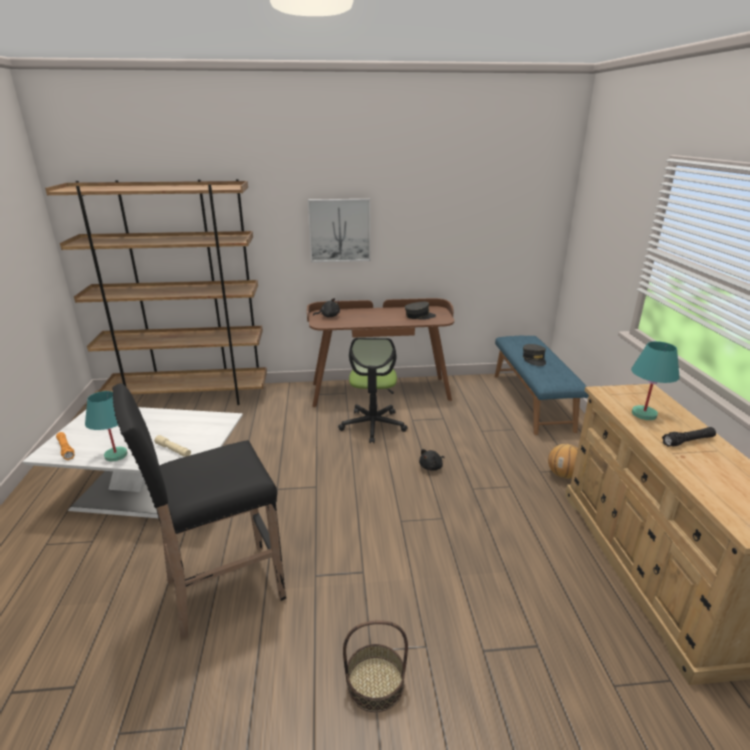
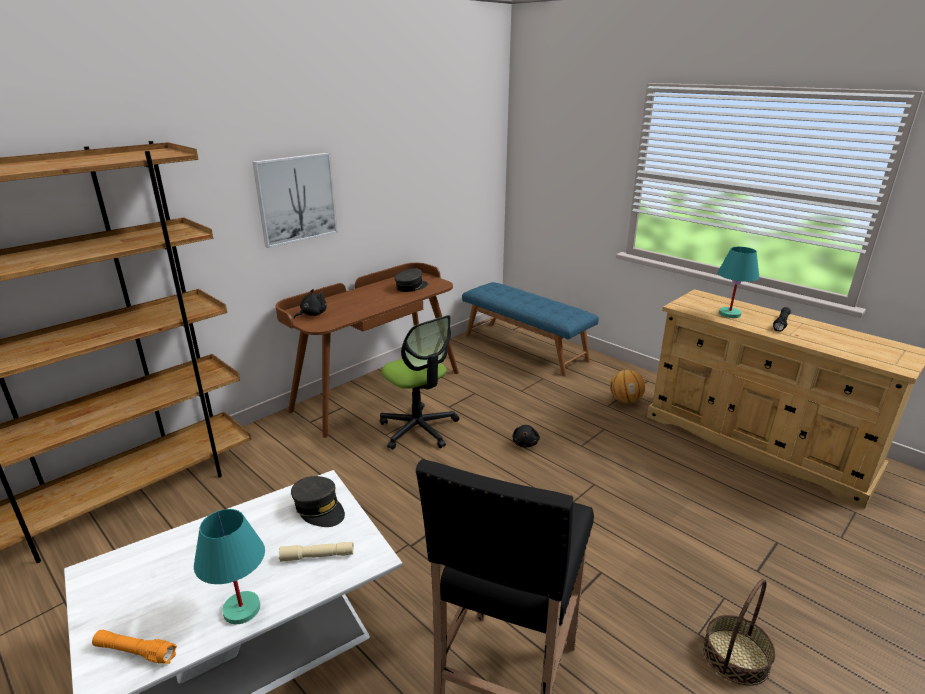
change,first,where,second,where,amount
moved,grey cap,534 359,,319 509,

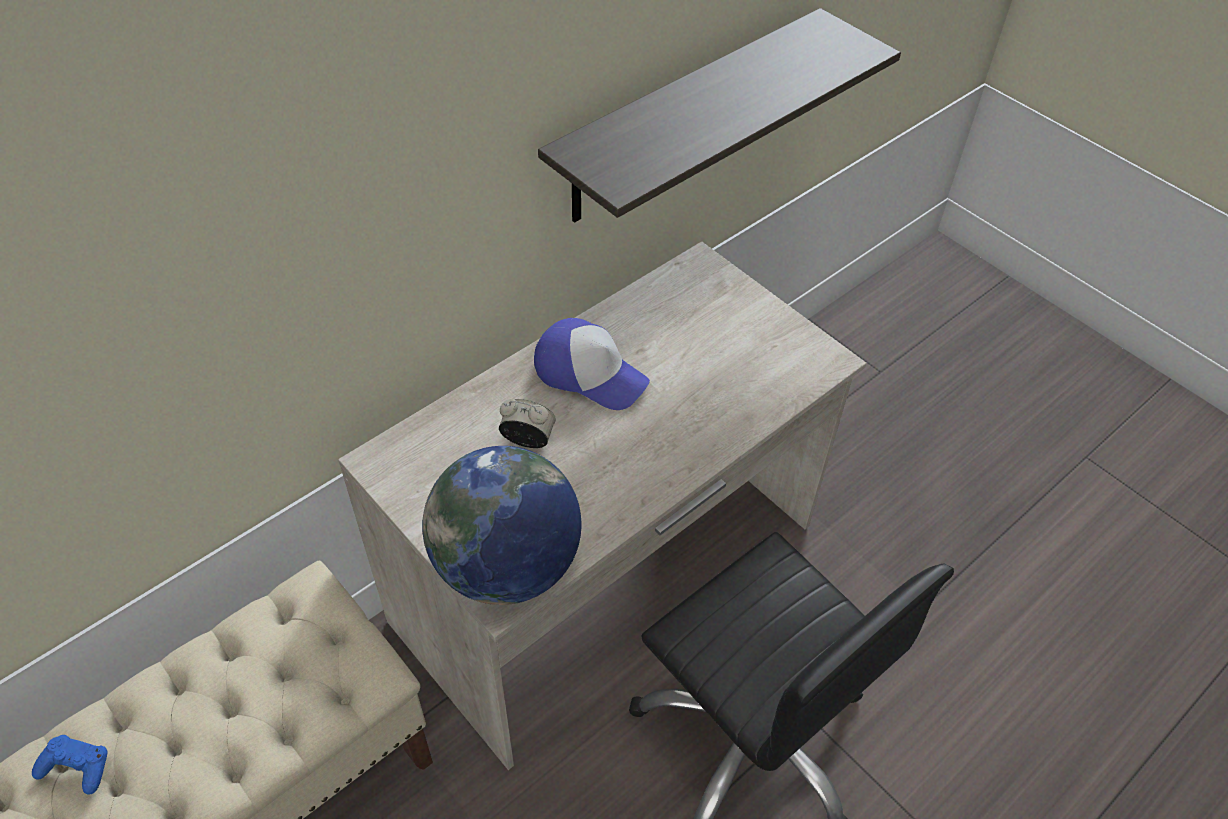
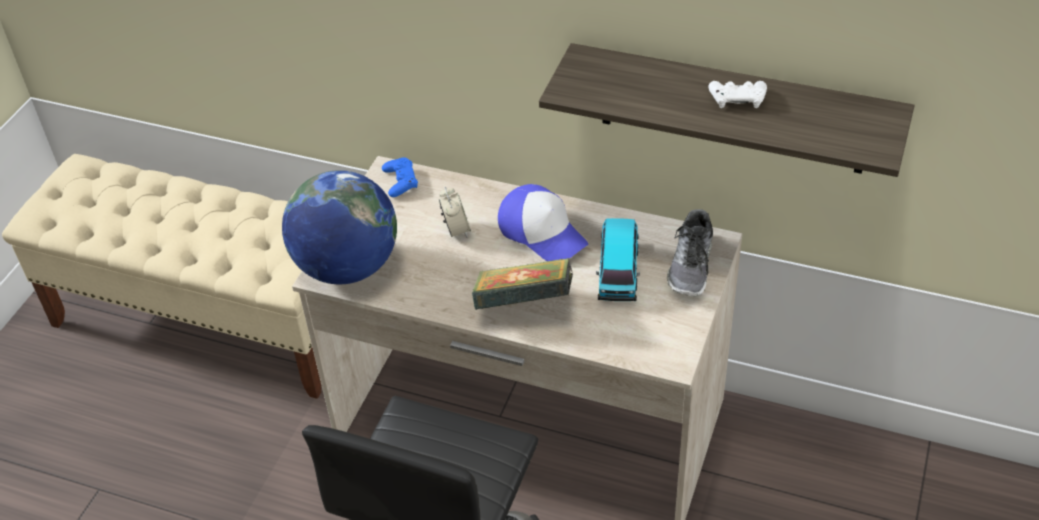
change,first,where,second,where,amount
moved,blue game controller,76 767,,400 181,
added,,,book,524 305,
turned,cap,590 373,,542 232,45 degrees counterclockwise
added,,,toy car,618 272,
added,,,shoe,691 267,
added,,,white game controller,737 98,

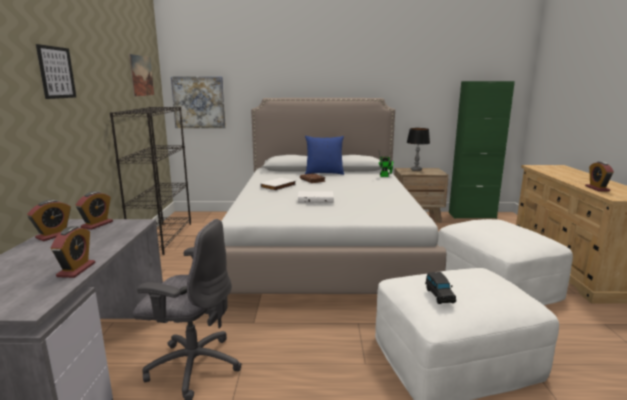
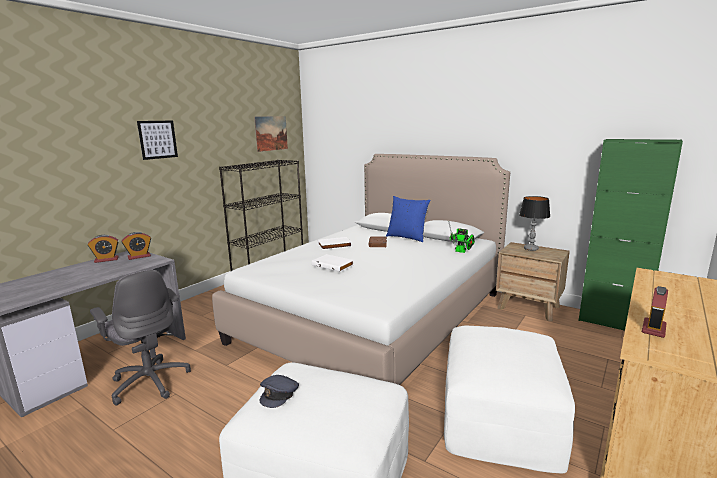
change,first,where,second,where,amount
replaced,black toy car,439 295,grey cap,279 394,
removed,alarm clock,76 270,,,
removed,picture,199 102,,,

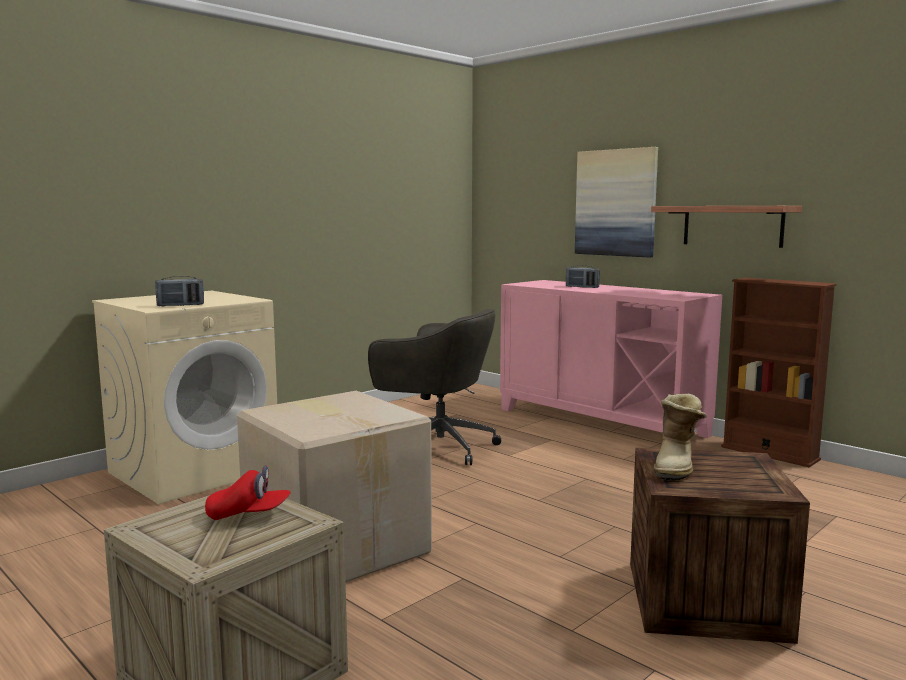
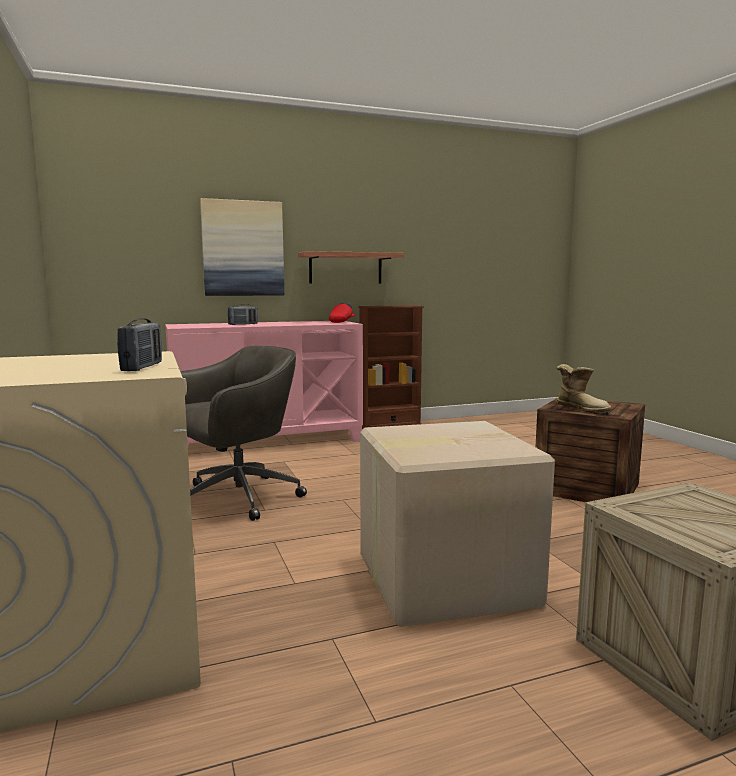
change,first,where,second,where,amount
moved,red cap,248 515,,342 322,

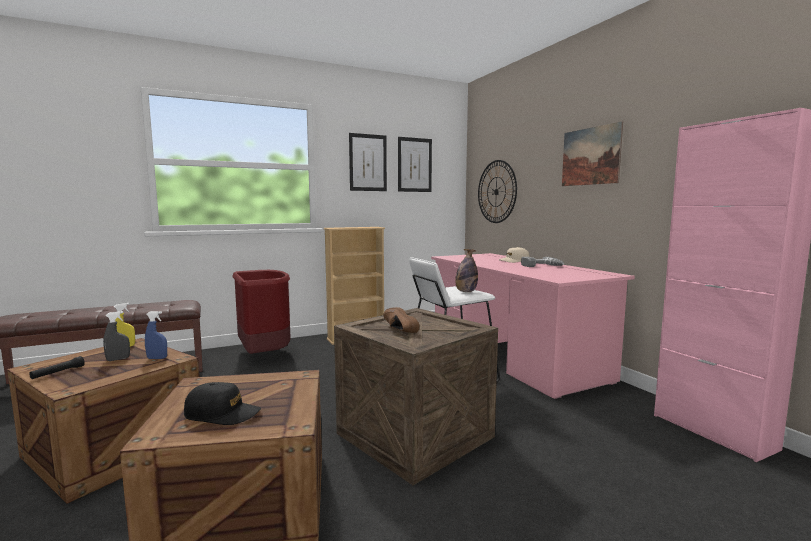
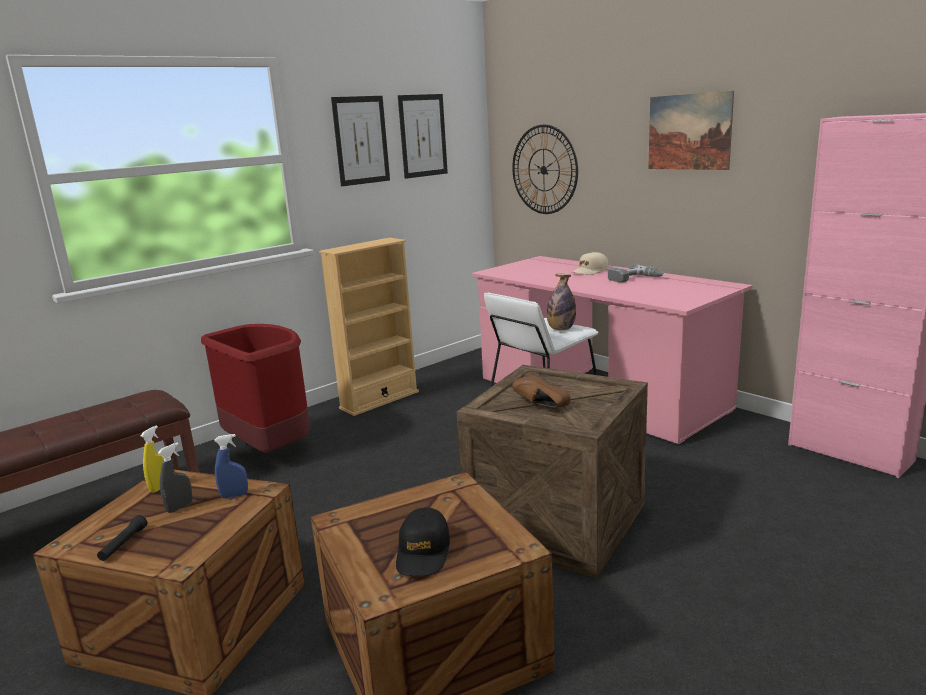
change,first,where,second,where,amount
turned,black cap,222 414,,423 552,105 degrees clockwise

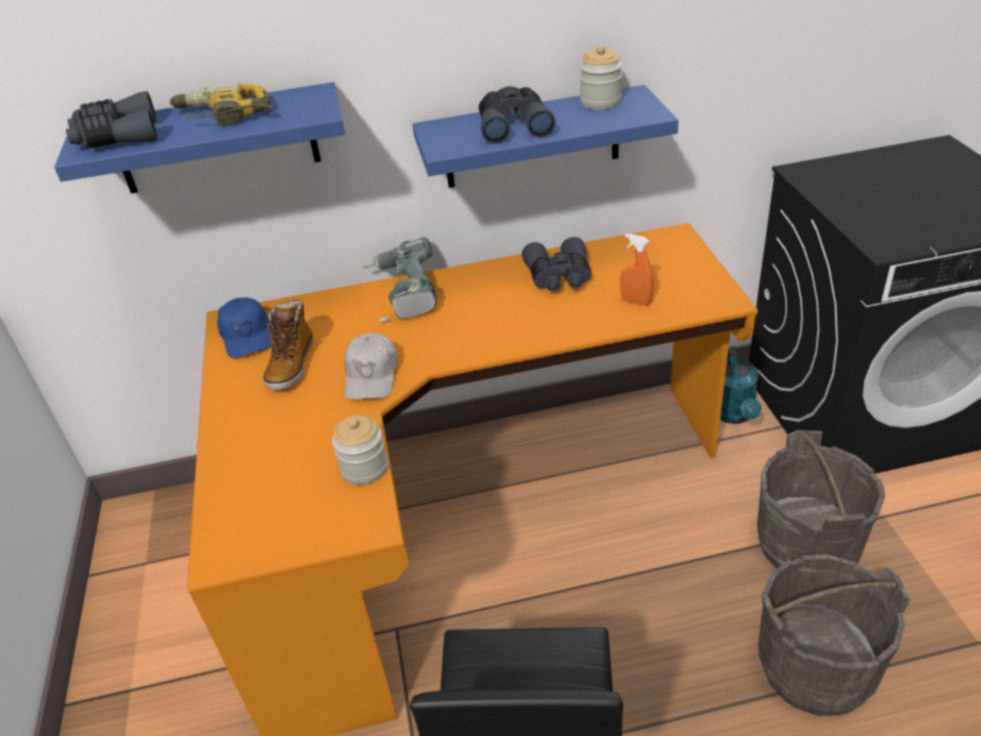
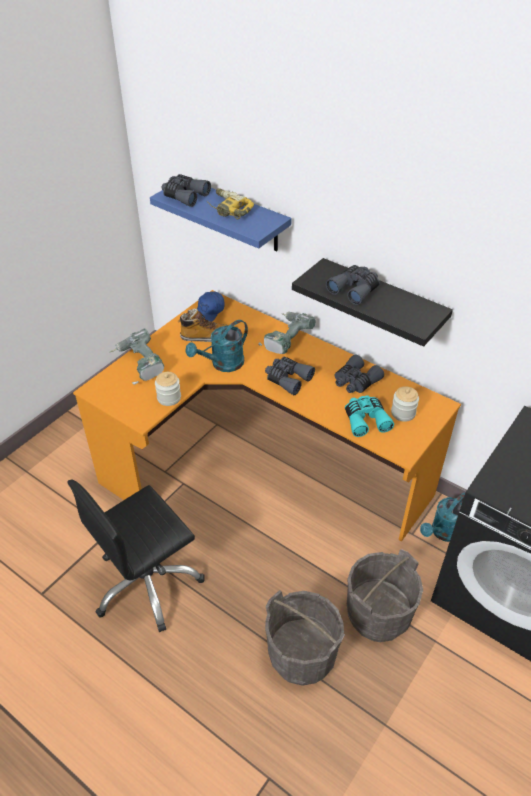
change,first,where,second,where,amount
added,,,power drill,139 365,
turned,boot,291 365,,205 337,150 degrees counterclockwise
replaced,white cap,372 375,turquoise watering can,222 364,
added,,,grey binoculars,287 379,
recoloured,blue shelf,532 138,black shelf,382 301,
replaced,orange spray bottle,636 302,turquoise binoculars,365 419,
moved,jar,600 102,,403 413,

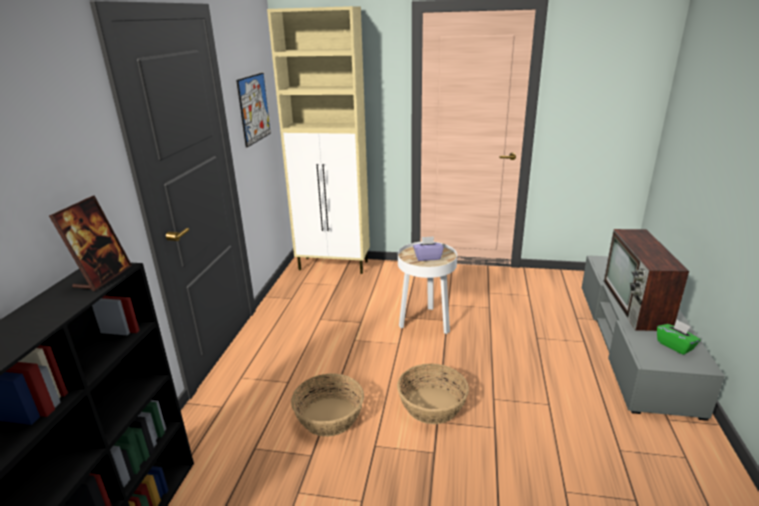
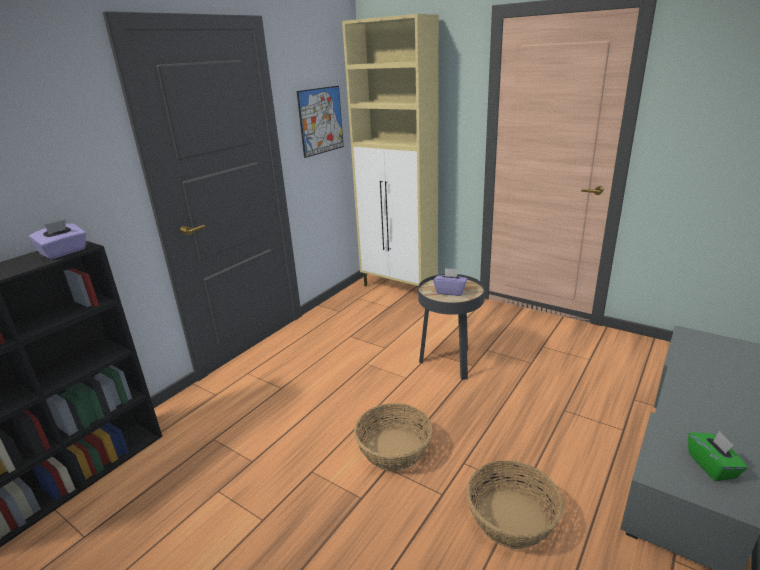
change,first,where,second,where,amount
replaced,picture frame,103 277,purple tissue box,64 252,
recoloured,white side table,426 322,black side table,450 362,
moved,basket,330 416,,512 518,
removed,television,636 305,,,

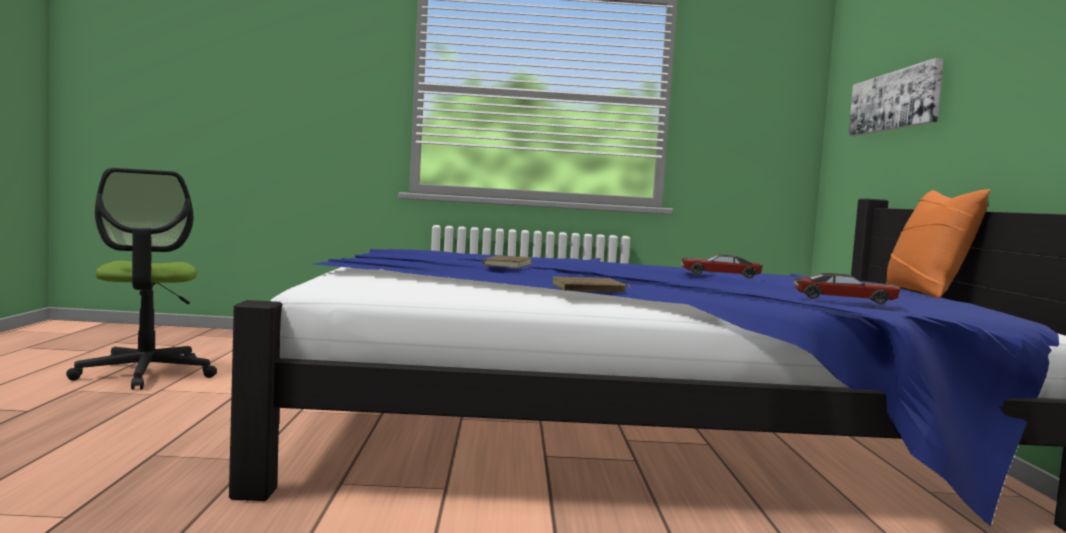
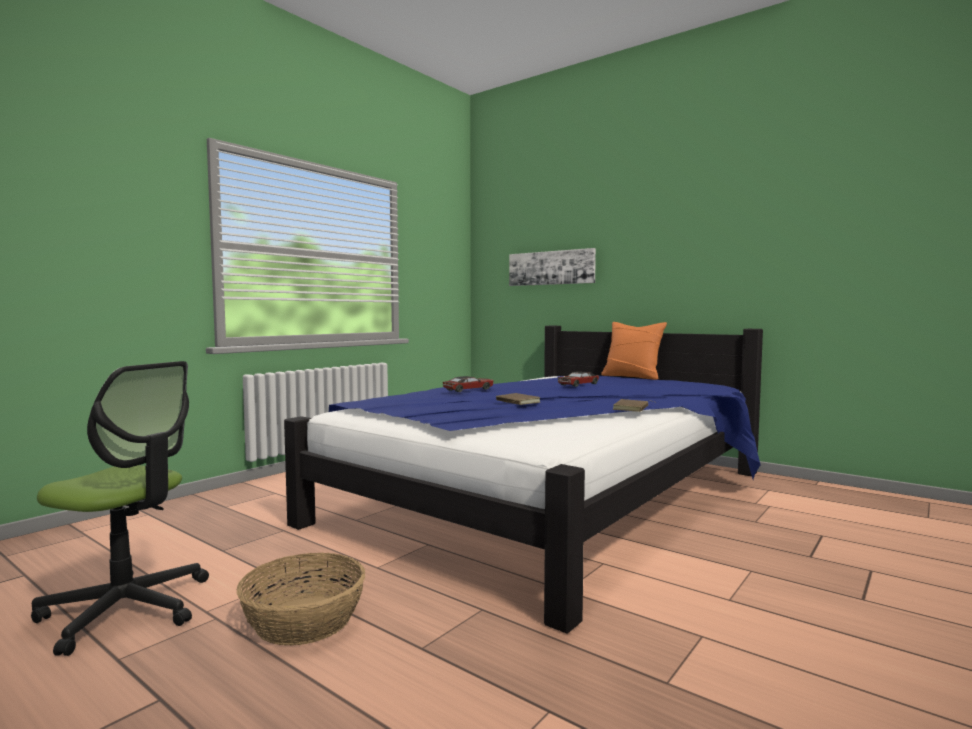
change,first,where,second,where,amount
added,,,basket,303 620,
moved,toy car,844 299,,468 389,

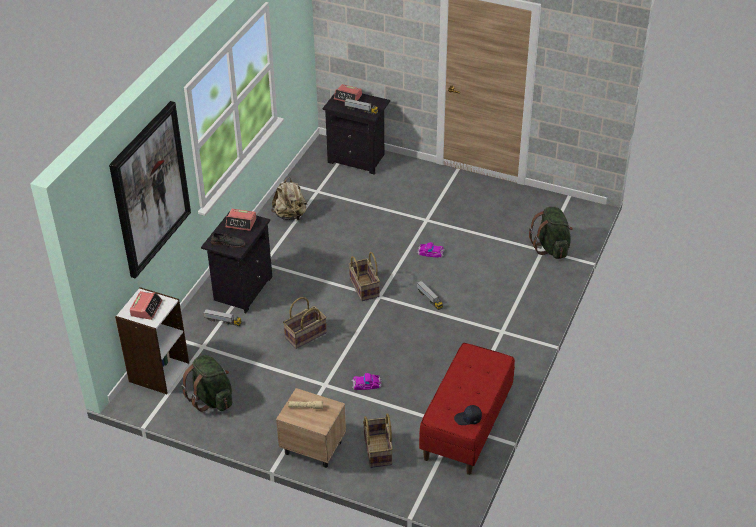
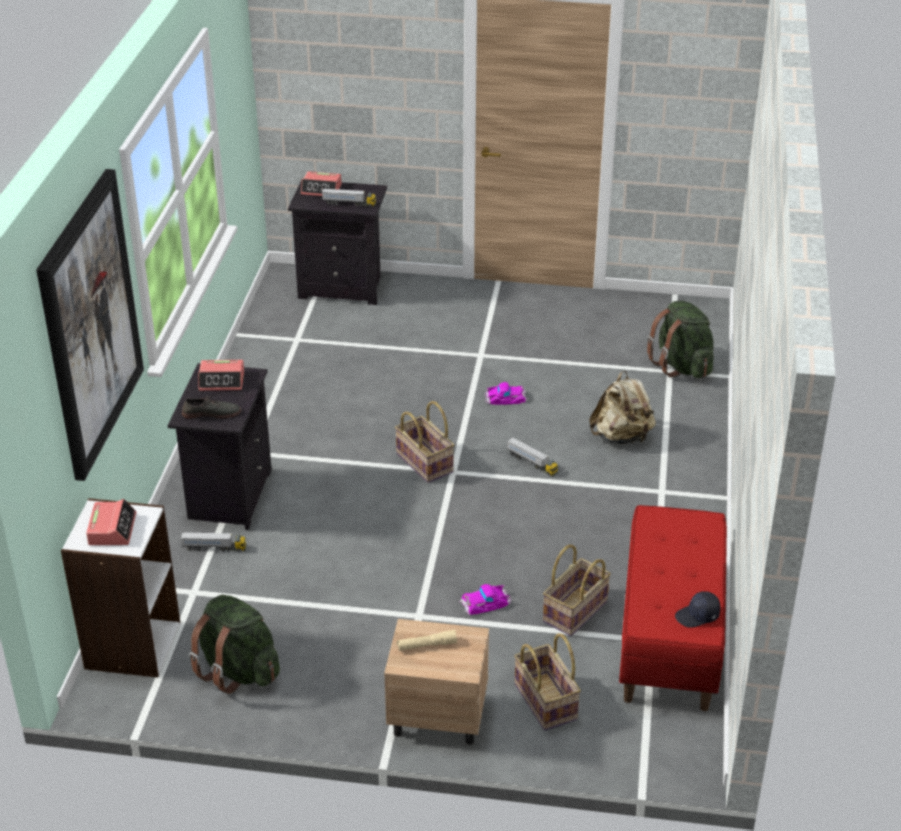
change,first,where,second,where,amount
moved,basket,306 336,,576 612,
moved,beige backpack,290 215,,621 437,

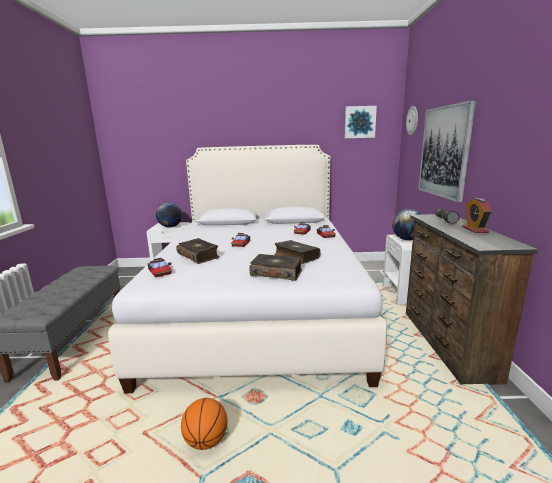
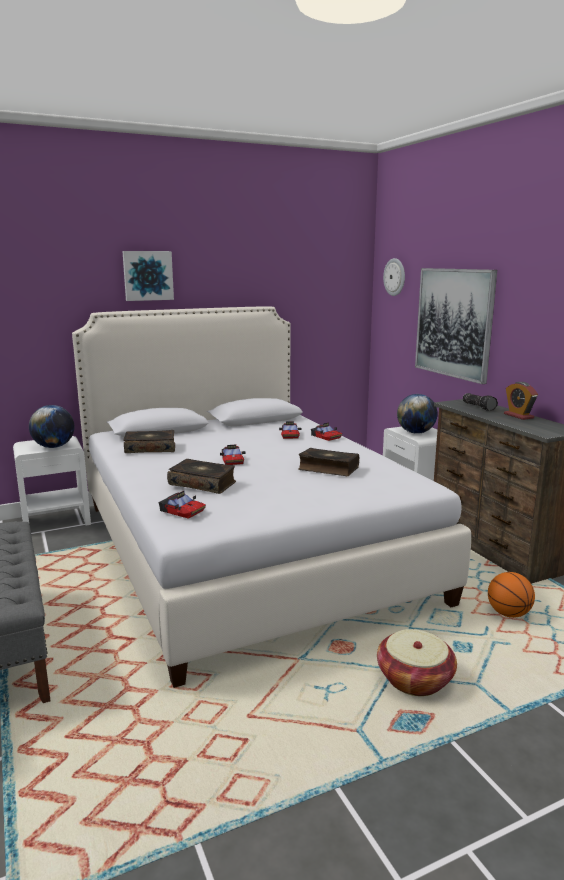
change,first,where,second,where,amount
moved,picture,359 122,,148 275,
moved,book,276 273,,150 448,
added,,,basket,414 679,
moved,basketball,206 440,,508 614,

